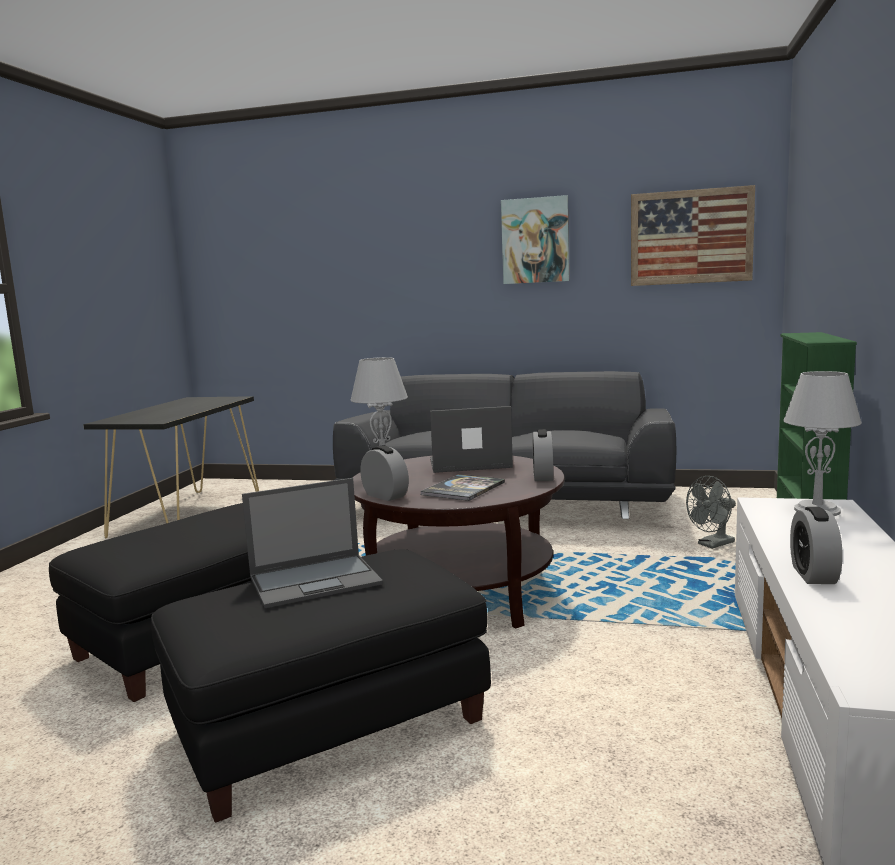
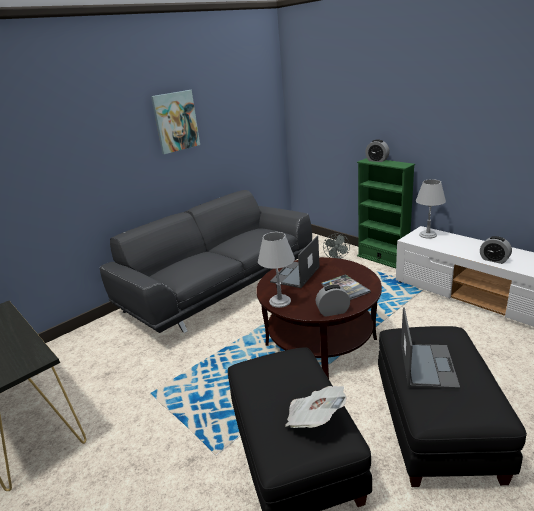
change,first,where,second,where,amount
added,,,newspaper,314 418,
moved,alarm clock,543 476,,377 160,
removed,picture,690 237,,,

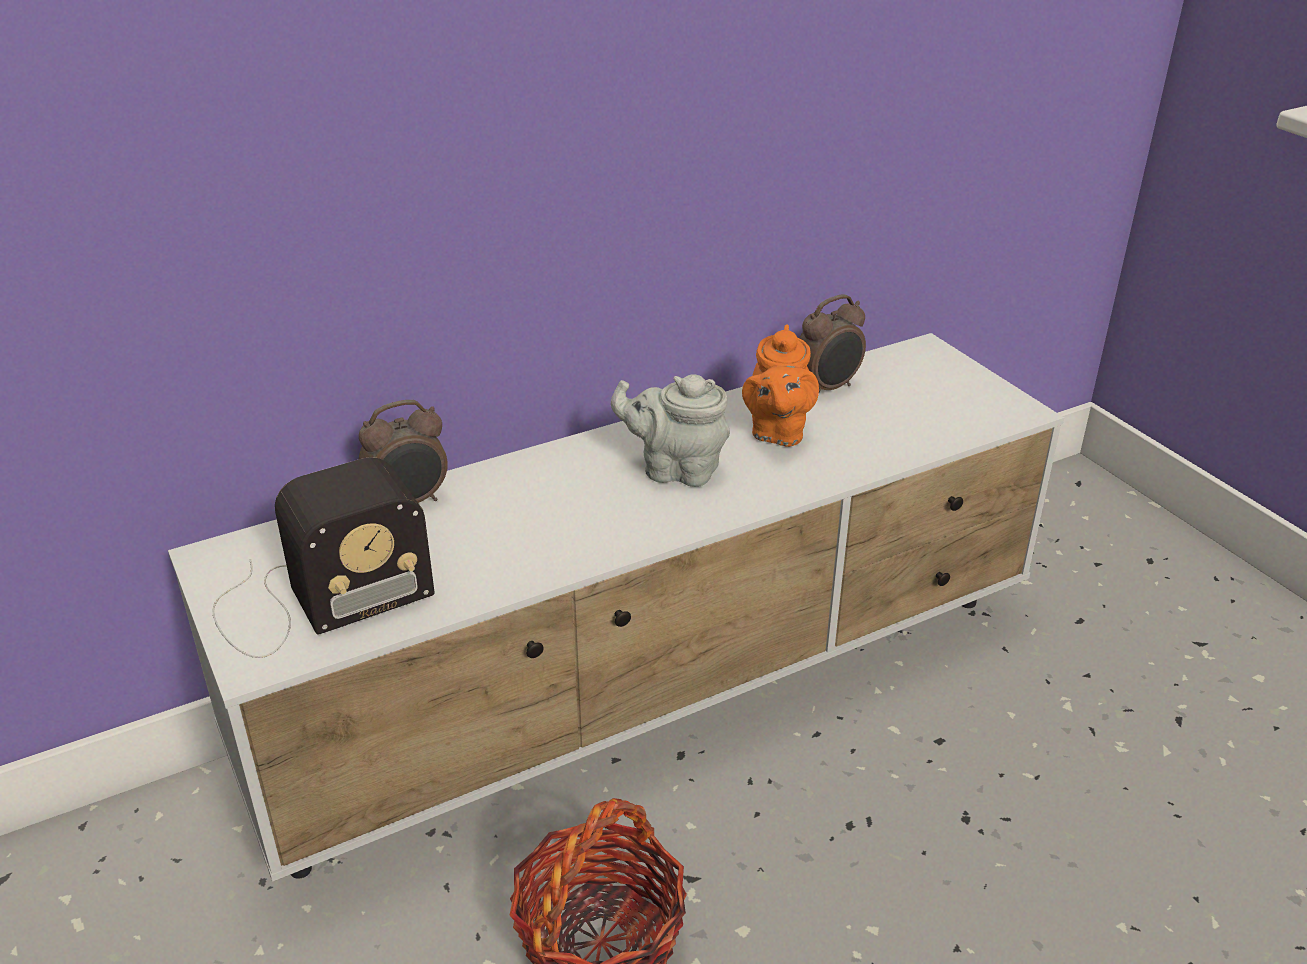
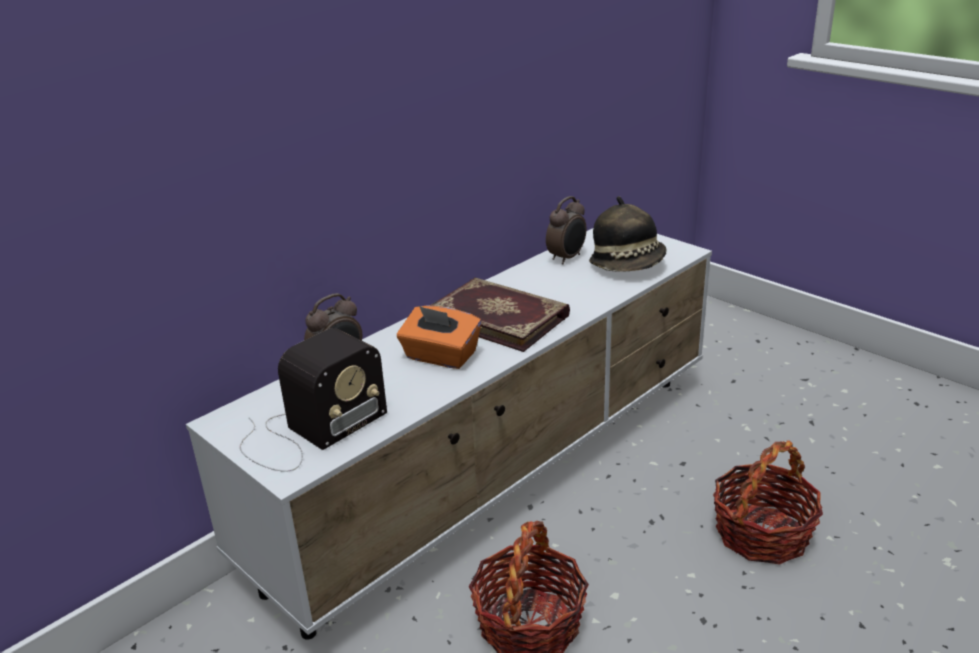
change,first,where,second,where,amount
added,,,orange tissue box,440 356,
replaced,grey teapot,675 469,book,499 317,
added,,,hat,628 265,
added,,,basket,762 534,
removed,orange teapot,777 432,,,

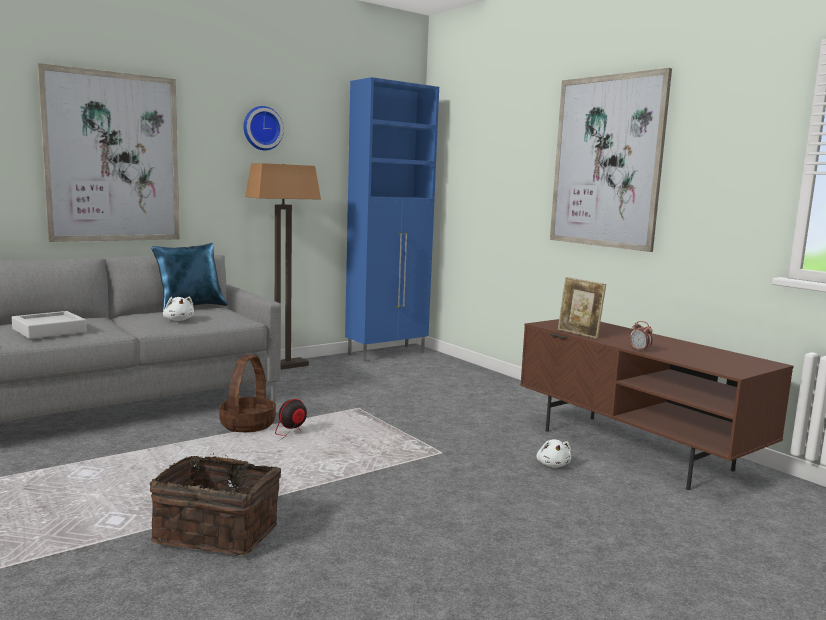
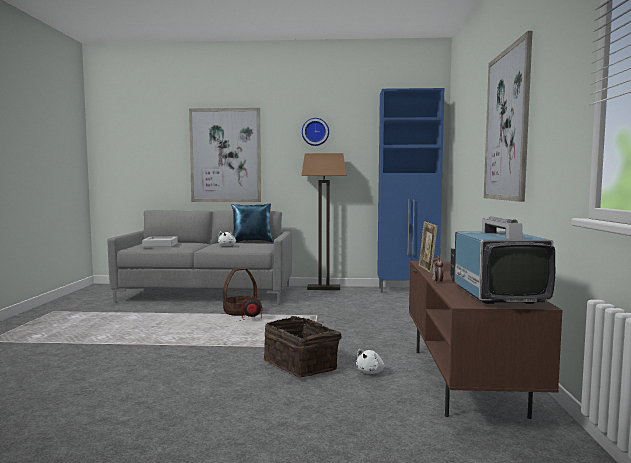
change,first,where,second,where,amount
moved,basket,218 532,,302 365,
added,,,television,495 295,

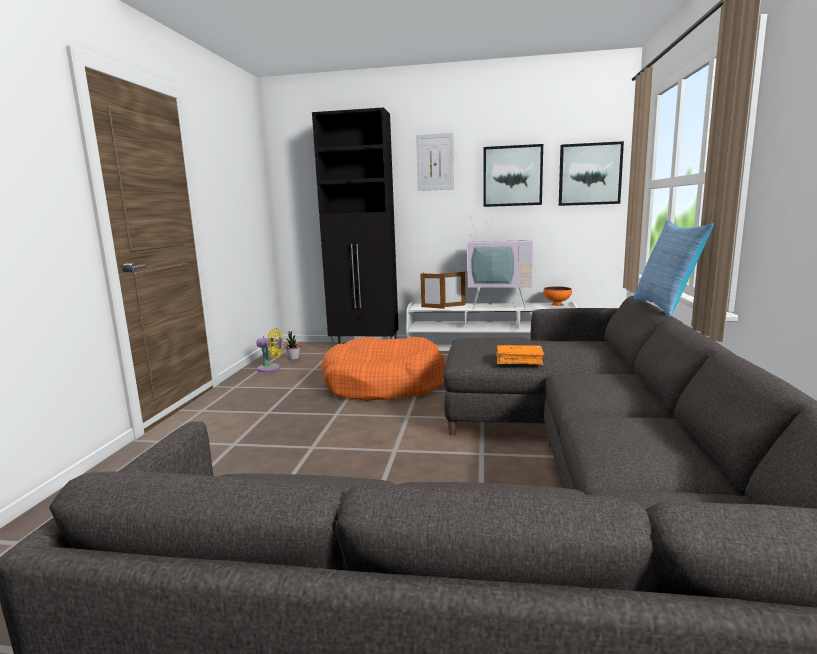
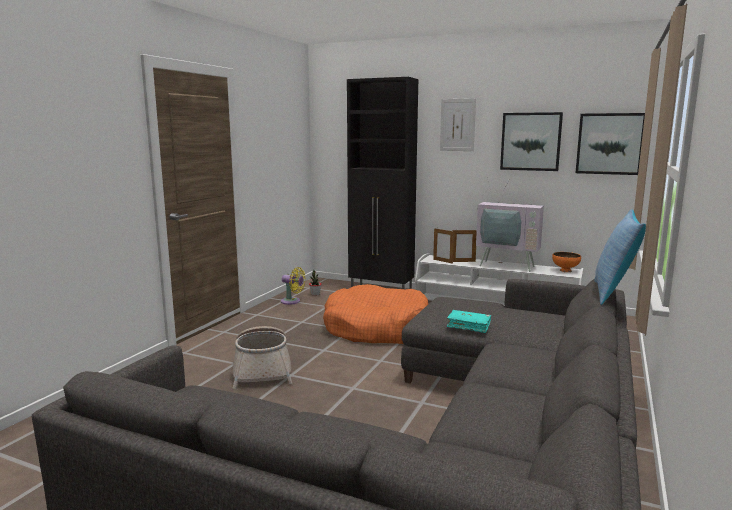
change,first,where,second,where,amount
added,,,basket,262 370,
recoloured,orange book,519 360,turquoise book,469 326,

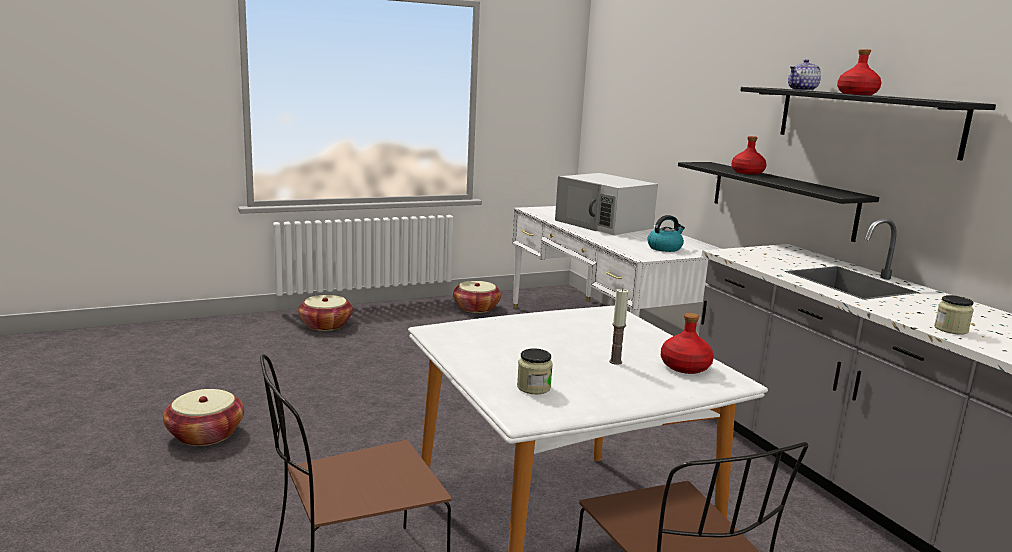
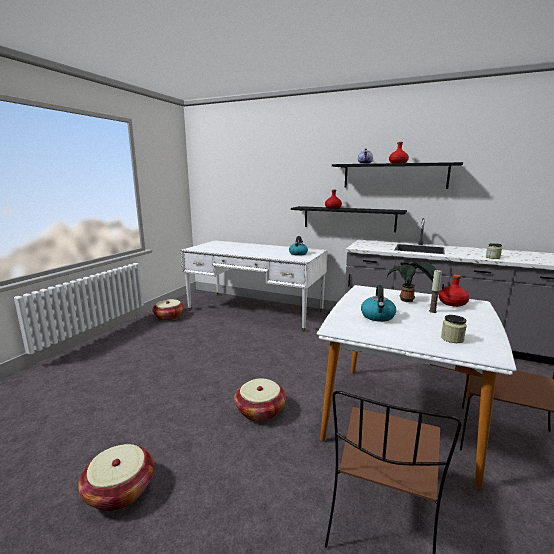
change,first,where,second,where,amount
moved,basket,326 325,,260 411,
added,,,kettle,378 316,
added,,,potted plant,408 301,
removed,white microwave,604 224,,,

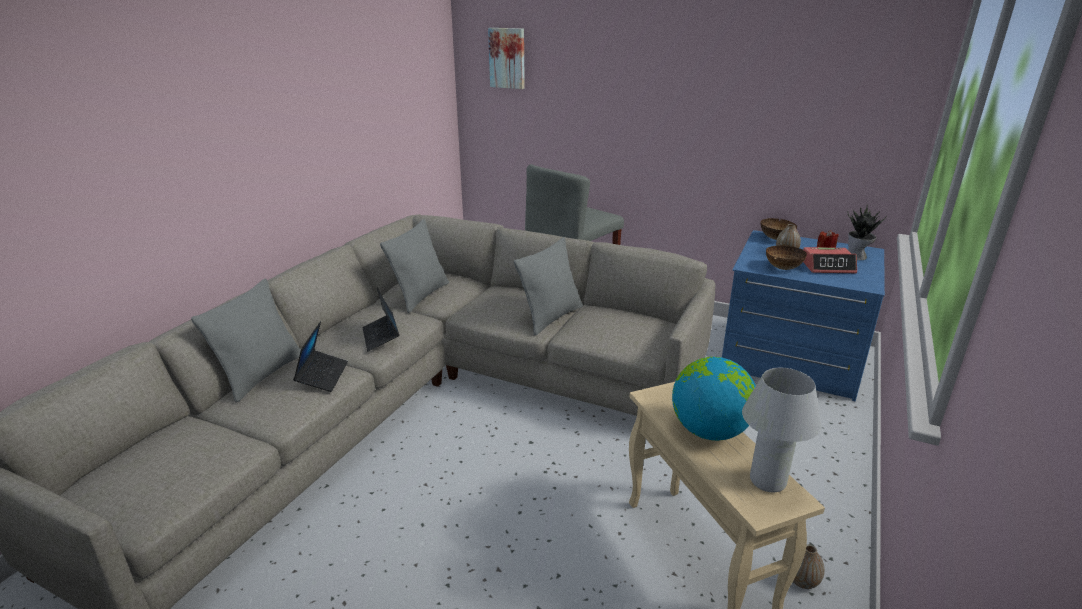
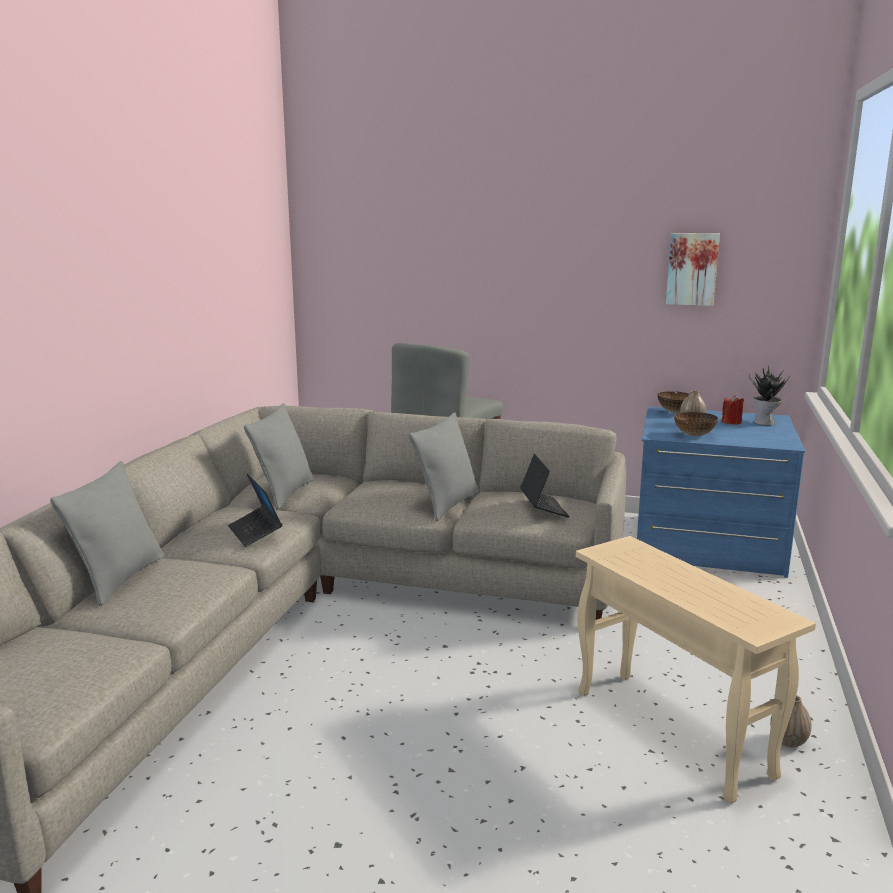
change,first,where,second,where,amount
moved,laptop,322 376,,543 508,
moved,picture,507 58,,692 269,
removed,globe,709 431,,,
removed,white table lamp,767 481,,,
removed,alarm clock,828 267,,,

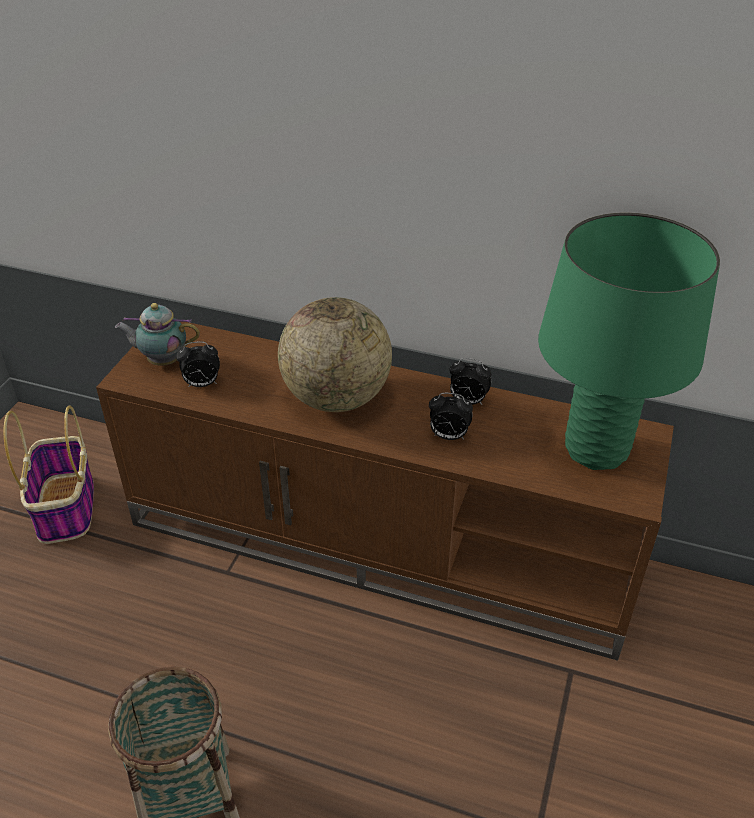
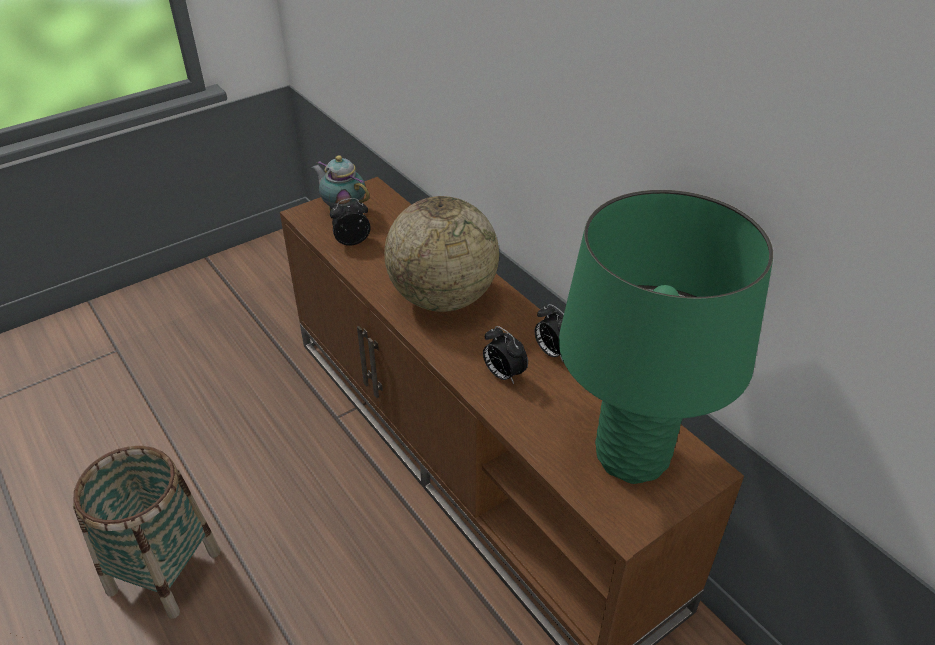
change,first,where,second,where,amount
turned,alarm clock,202 384,,352 241,135 degrees clockwise
removed,basket,66 509,,,

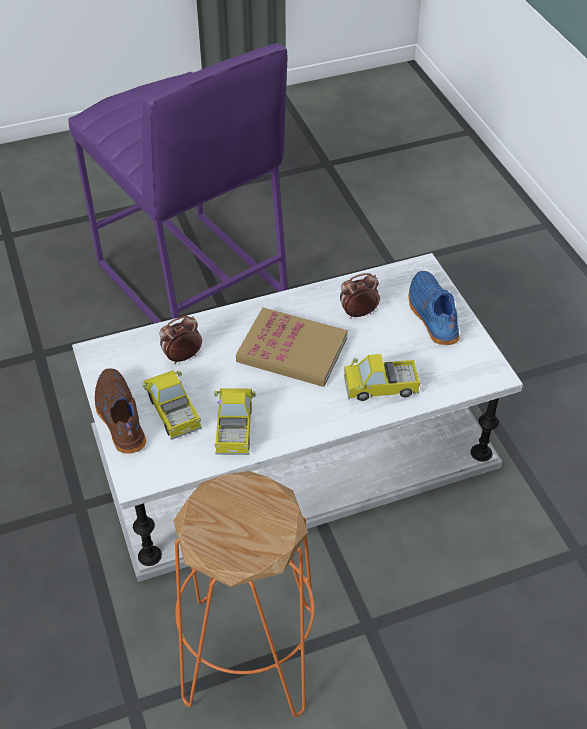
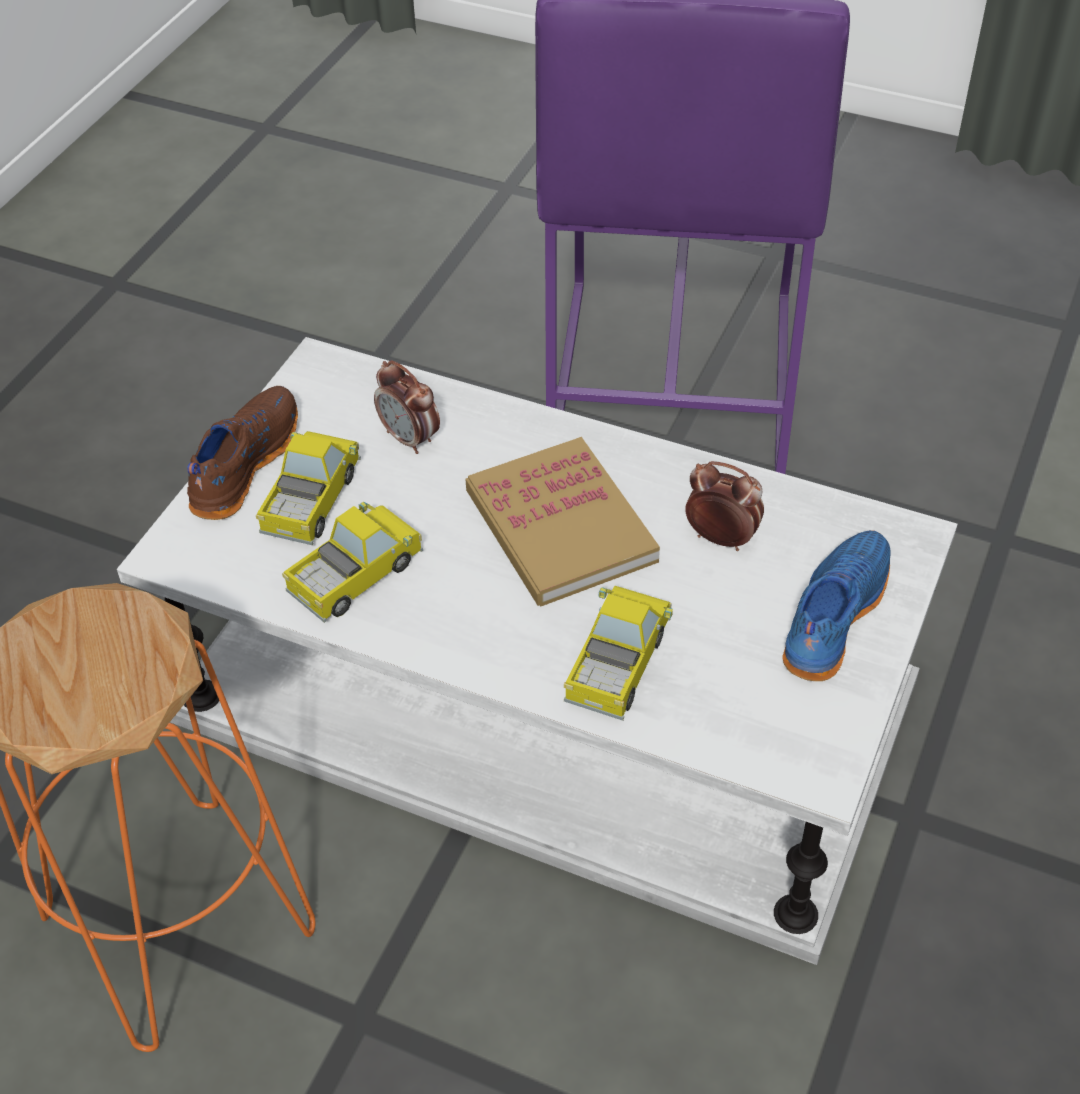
change,first,where,second,where,amount
turned,alarm clock,182 357,,410 439,150 degrees counterclockwise
turned,toy truck,380 387,,618 665,75 degrees clockwise

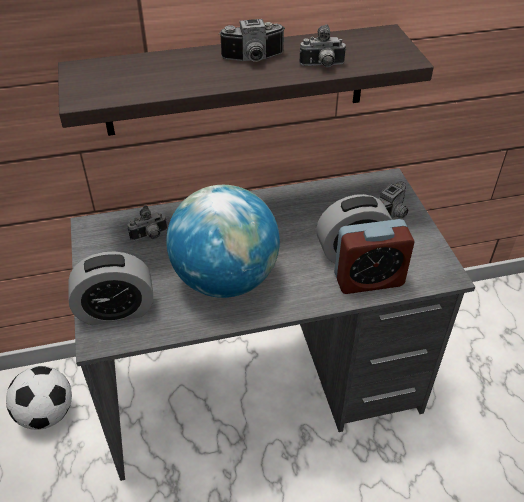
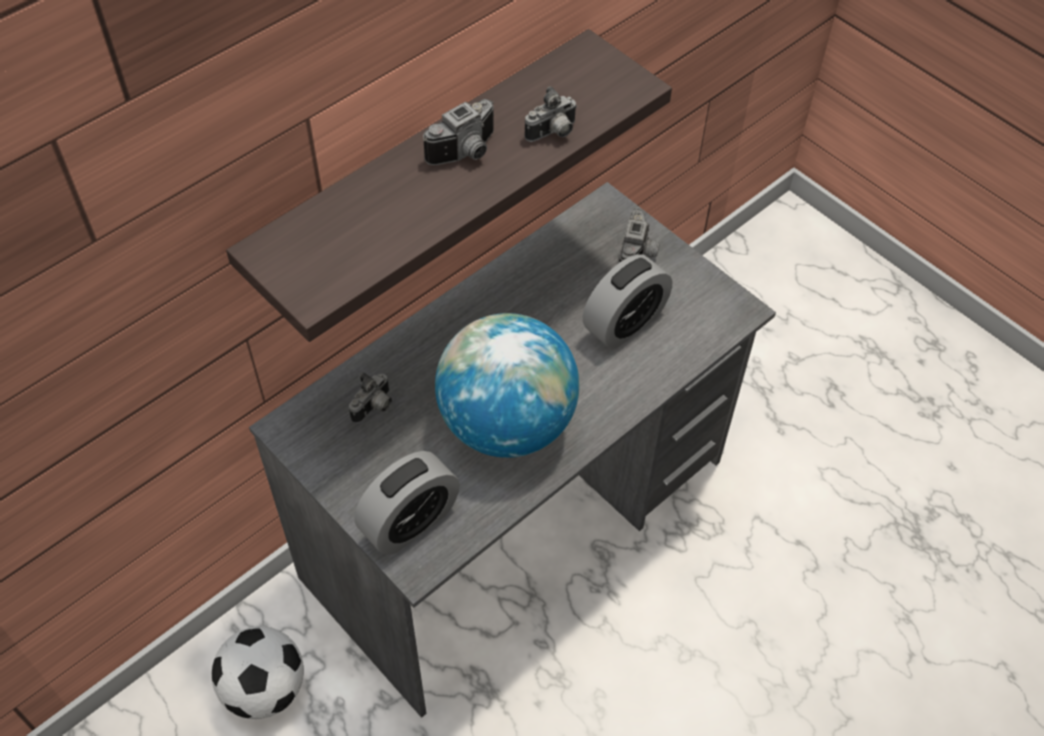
change,first,where,second,where,amount
removed,alarm clock,368 280,,,

